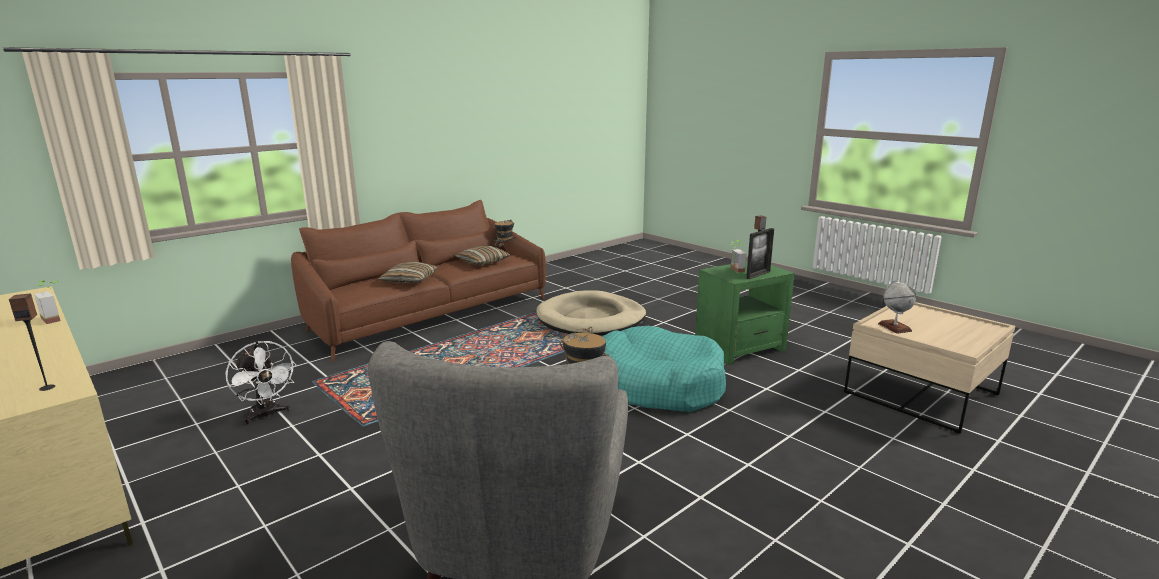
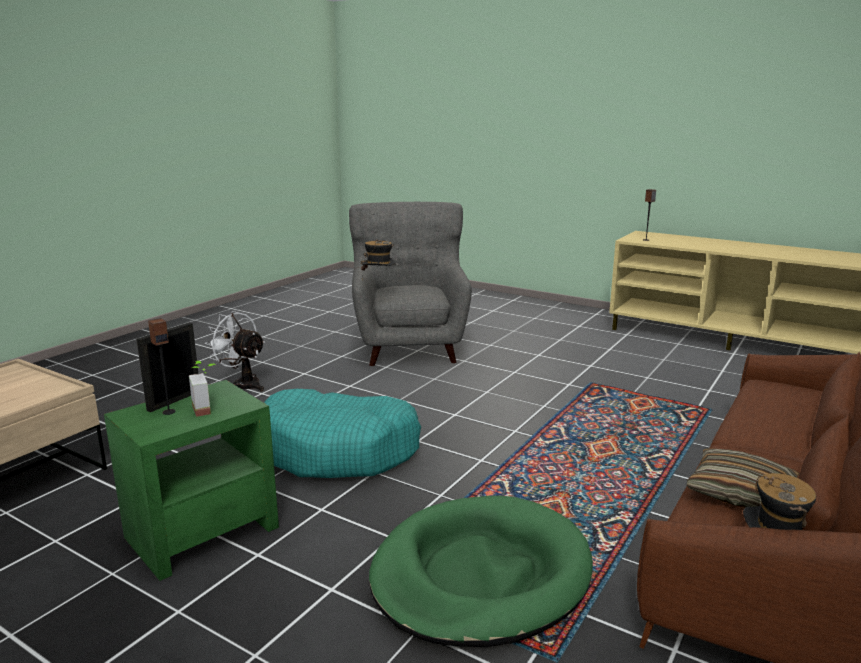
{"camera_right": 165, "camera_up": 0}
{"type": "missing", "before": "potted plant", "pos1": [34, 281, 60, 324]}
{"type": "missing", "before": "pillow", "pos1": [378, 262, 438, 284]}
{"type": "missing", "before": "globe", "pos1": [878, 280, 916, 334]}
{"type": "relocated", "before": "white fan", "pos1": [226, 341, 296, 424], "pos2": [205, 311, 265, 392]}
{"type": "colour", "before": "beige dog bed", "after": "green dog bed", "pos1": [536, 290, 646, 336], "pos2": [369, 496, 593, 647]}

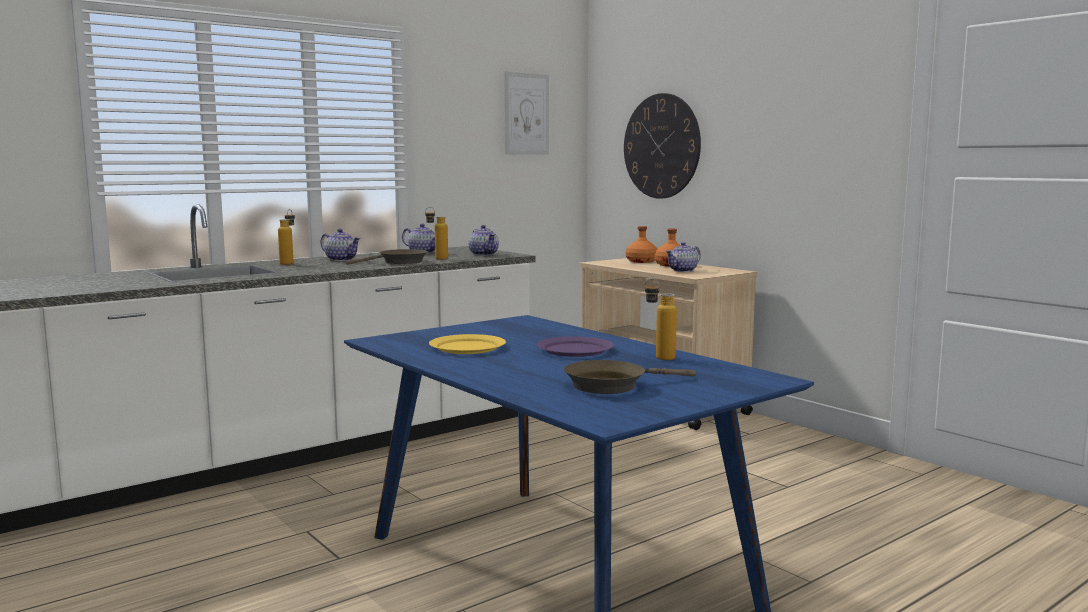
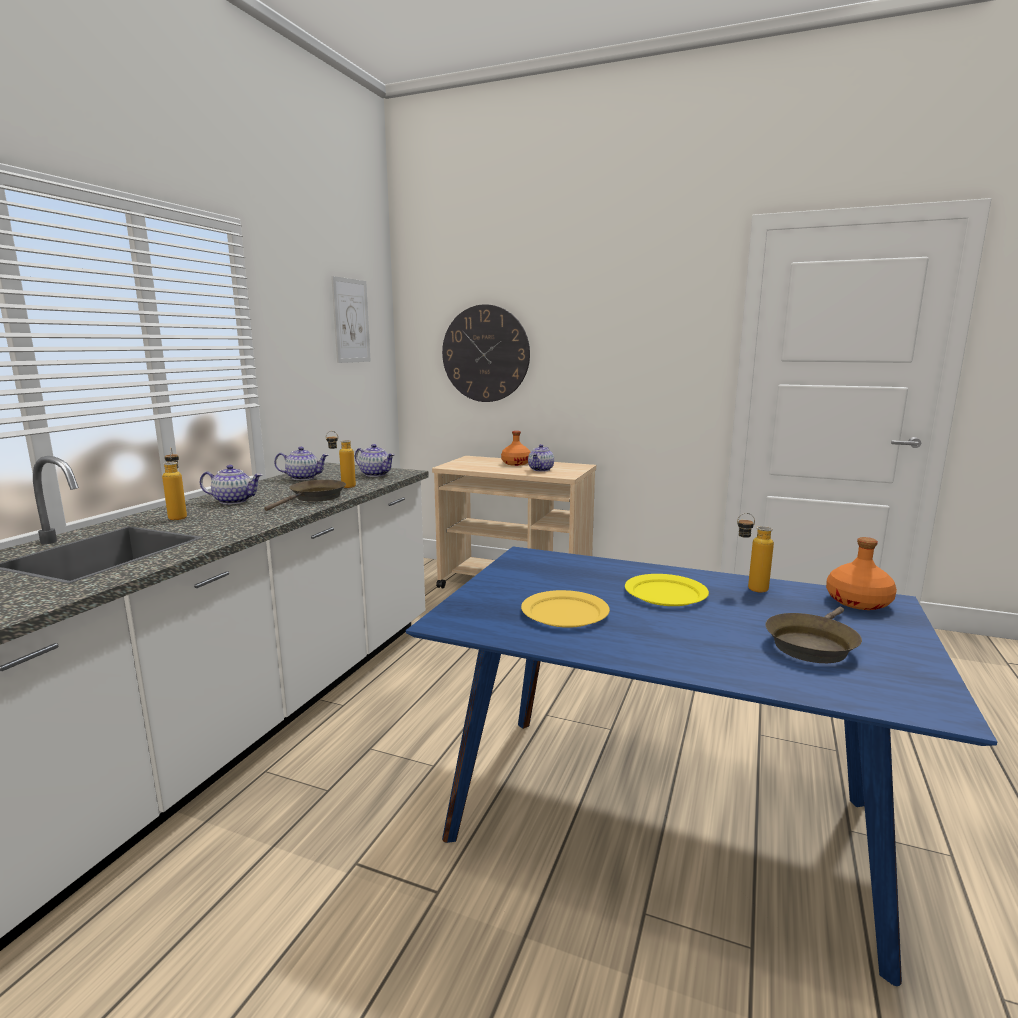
{"camera_right": -30, "camera_up": 5}
{"type": "relocated", "before": "orange bottle", "pos1": [626, 226, 657, 263], "pos2": [826, 537, 897, 610]}
{"type": "colour", "before": "purple plate", "after": "yellow plate", "pos1": [536, 336, 614, 357], "pos2": [625, 574, 709, 606]}

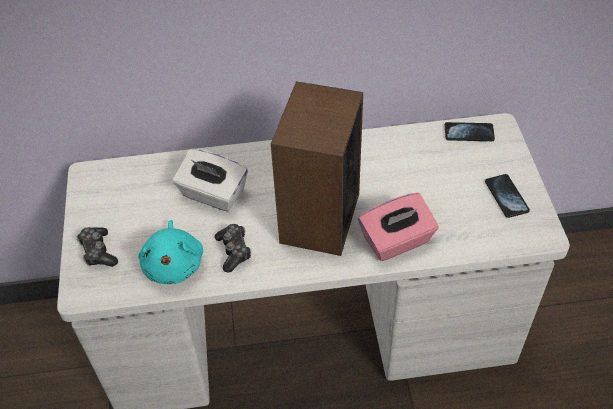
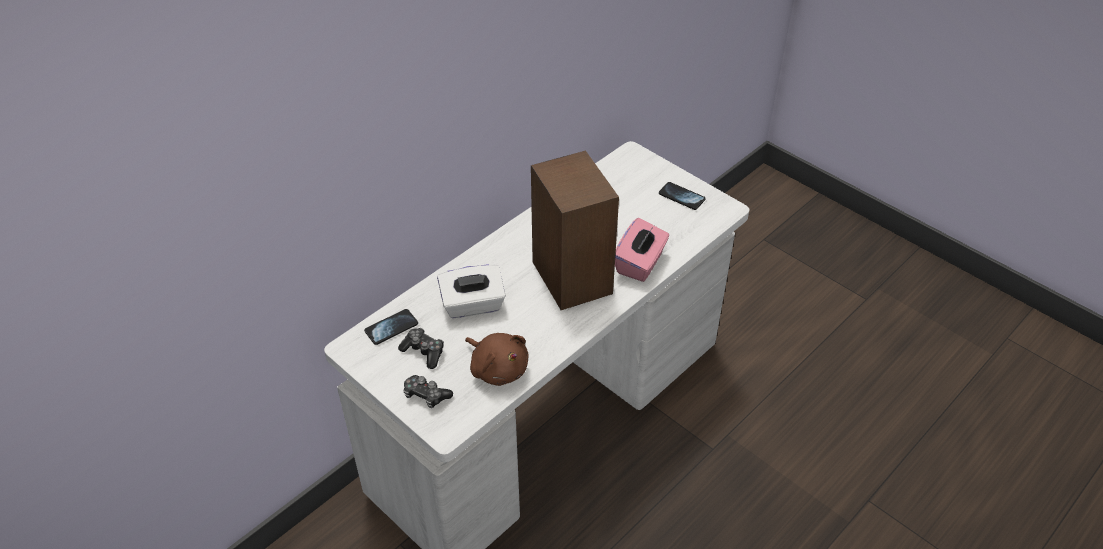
{"camera_right": -40, "camera_up": -5}
{"type": "relocated", "before": "game controller", "pos1": [215, 224, 251, 272], "pos2": [398, 328, 444, 369]}
{"type": "relocated", "before": "phone", "pos1": [445, 122, 495, 141], "pos2": [364, 309, 418, 345]}
{"type": "colour", "before": "turquoise plush toy", "after": "brown plush toy", "pos1": [138, 220, 203, 284], "pos2": [465, 333, 529, 386]}

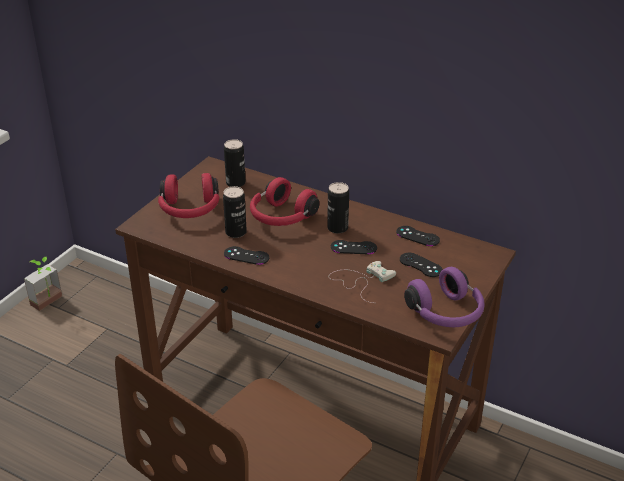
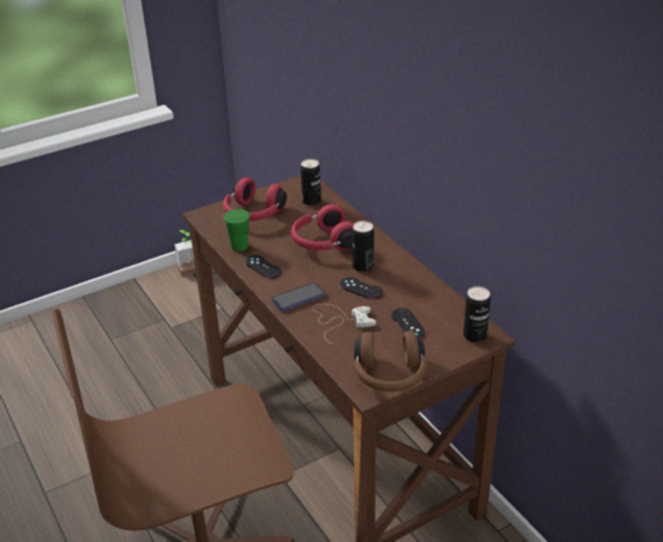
{"camera_right": 30, "camera_up": 0}
{"type": "missing", "before": "black game controller", "pos1": [396, 226, 440, 246]}
{"type": "appeared", "after": "green cup", "pos2": [223, 209, 250, 251]}
{"type": "appeared", "after": "phone", "pos2": [271, 283, 325, 311]}
{"type": "relocated", "before": "can", "pos1": [223, 186, 247, 238], "pos2": [463, 286, 491, 342]}
{"type": "colour", "before": "purple headphones", "after": "brown headphones", "pos1": [404, 267, 485, 327], "pos2": [354, 331, 427, 392]}

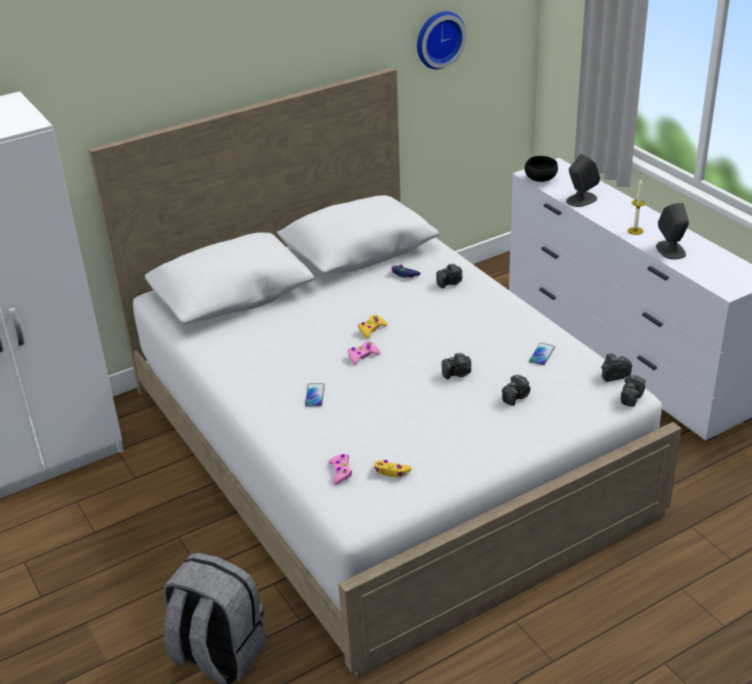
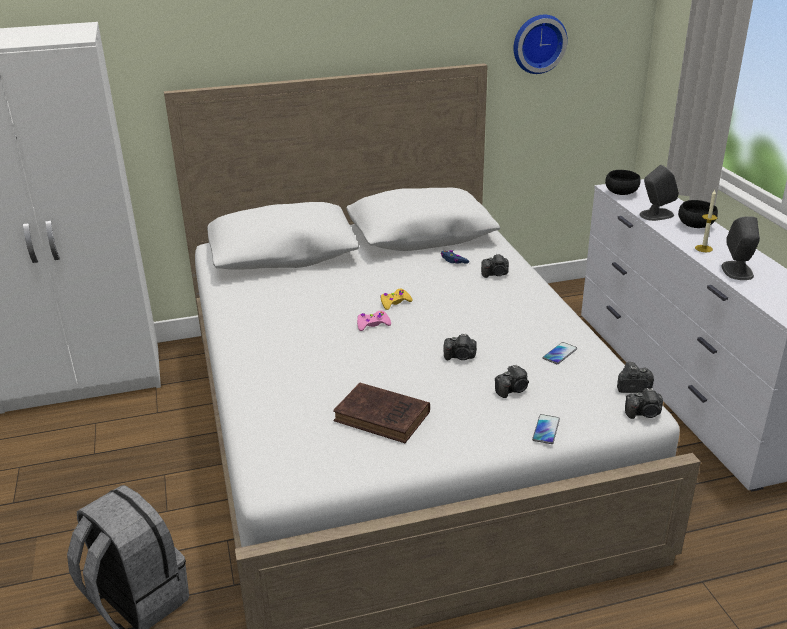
{"camera_right": 15, "camera_up": -5}
{"type": "missing", "before": "pink game controller", "pos1": [329, 454, 352, 485]}
{"type": "missing", "before": "yellow game controller", "pos1": [374, 460, 412, 477]}
{"type": "appeared", "after": "brown book", "pos2": [333, 383, 430, 443]}
{"type": "appeared", "after": "black bowl", "pos2": [678, 200, 718, 228]}
{"type": "relocated", "before": "phone", "pos1": [305, 383, 325, 407], "pos2": [532, 414, 560, 444]}
{"type": "spun", "before": "photo camera", "pos1": [621, 374, 646, 407], "pos2": [625, 388, 663, 419], "turn": 45}

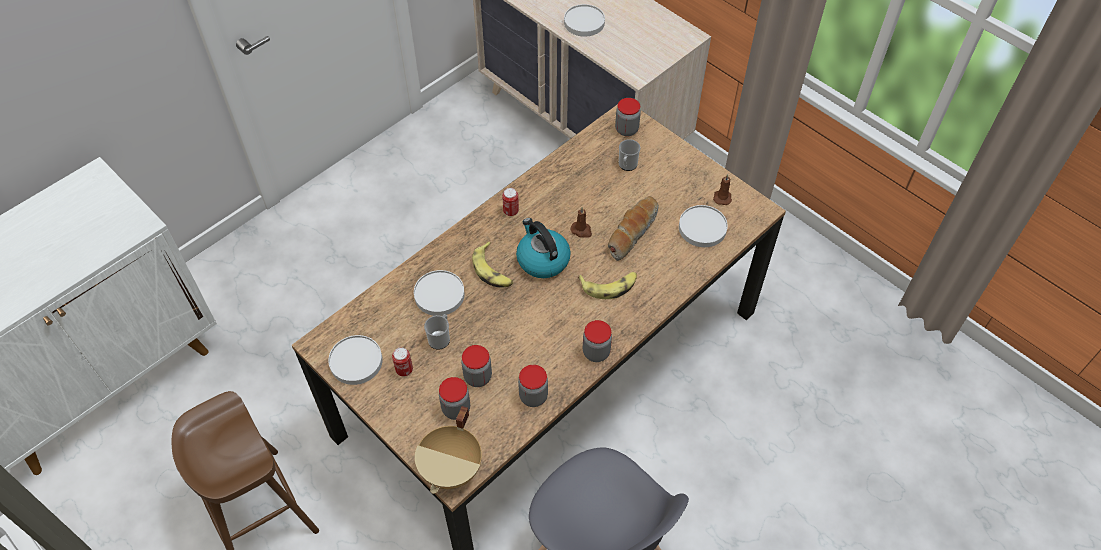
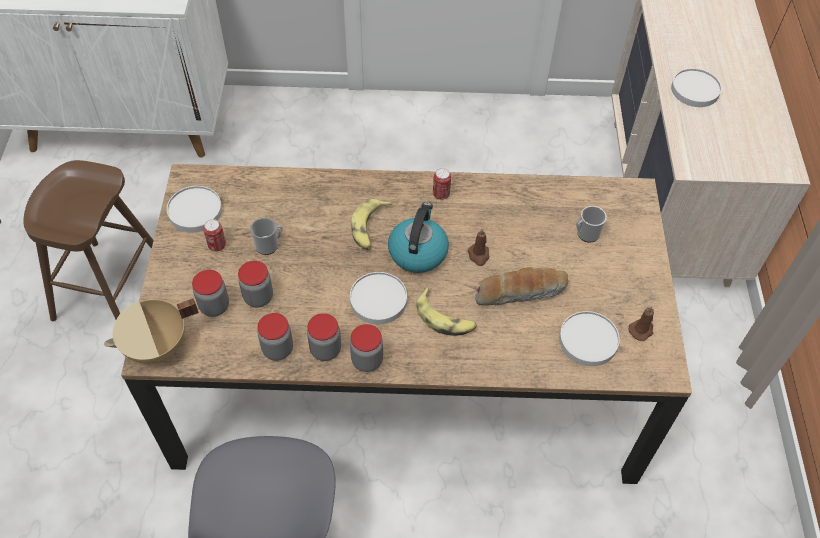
{"camera_right": 45, "camera_up": 0}
{"type": "relocated", "before": "white plate", "pos1": [414, 270, 465, 316], "pos2": [350, 272, 407, 324]}
{"type": "relocated", "before": "jar", "pos1": [615, 98, 641, 136], "pos2": [307, 313, 341, 361]}

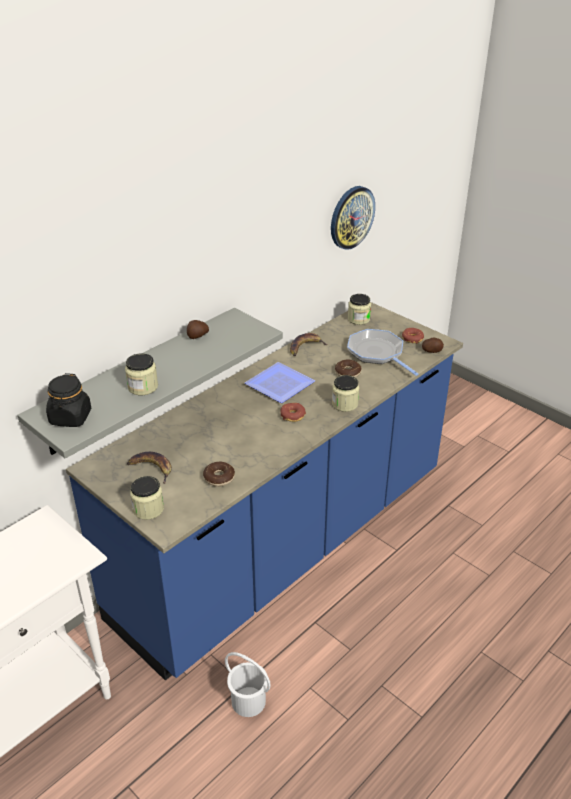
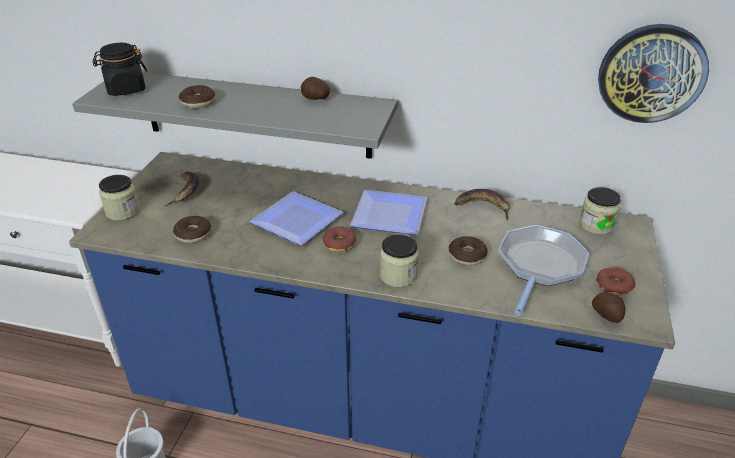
{"camera_right": 60, "camera_up": 0}
{"type": "appeared", "after": "plate", "pos2": [249, 191, 343, 246]}
{"type": "exchanged", "before": "jar", "after": "donut", "pos1": [125, 353, 158, 395], "pos2": [179, 85, 216, 109]}

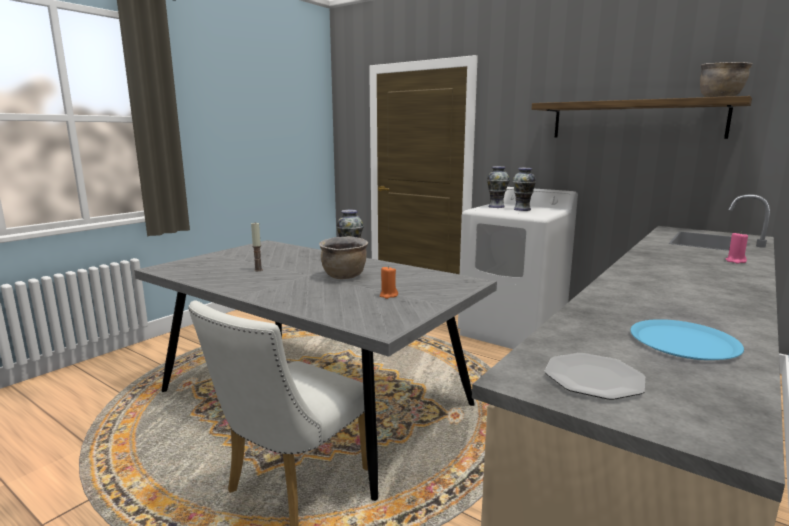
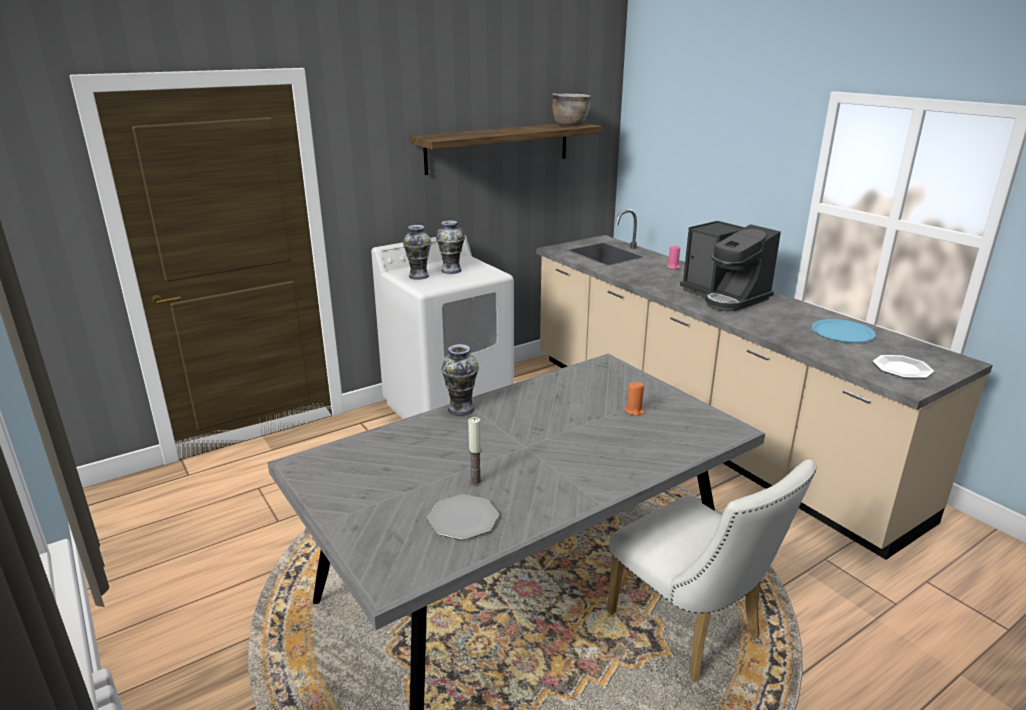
{"camera_right": -70, "camera_up": 10}
{"type": "missing", "before": "brown cooking pot", "pos1": [319, 236, 368, 279]}
{"type": "appeared", "after": "plate", "pos2": [427, 494, 499, 540]}
{"type": "appeared", "after": "coffee machine", "pos2": [680, 221, 781, 311]}

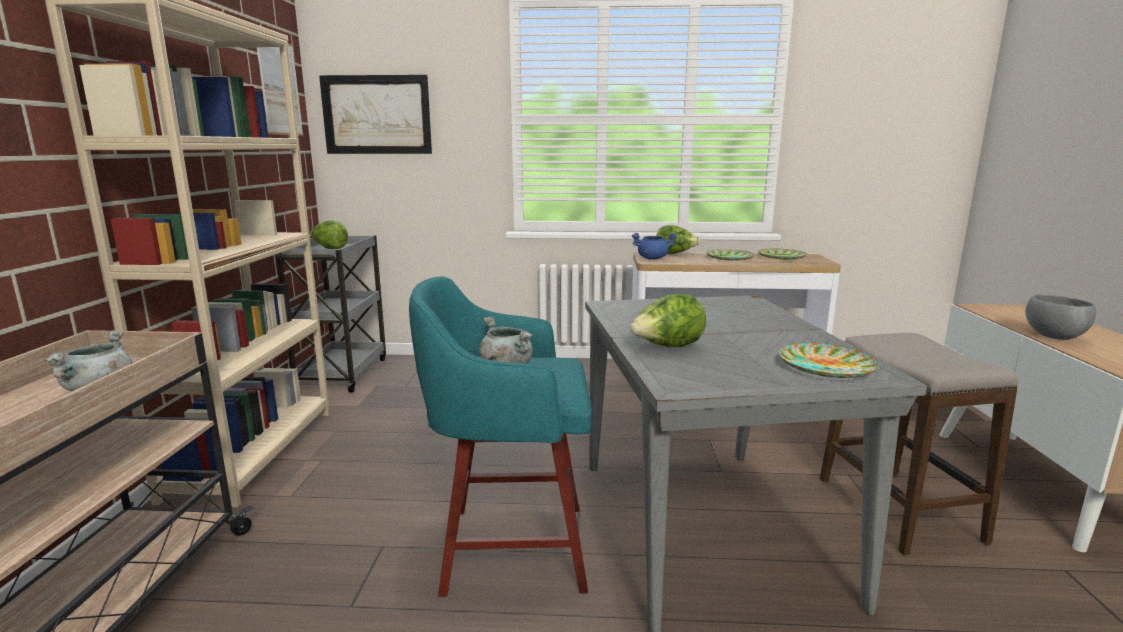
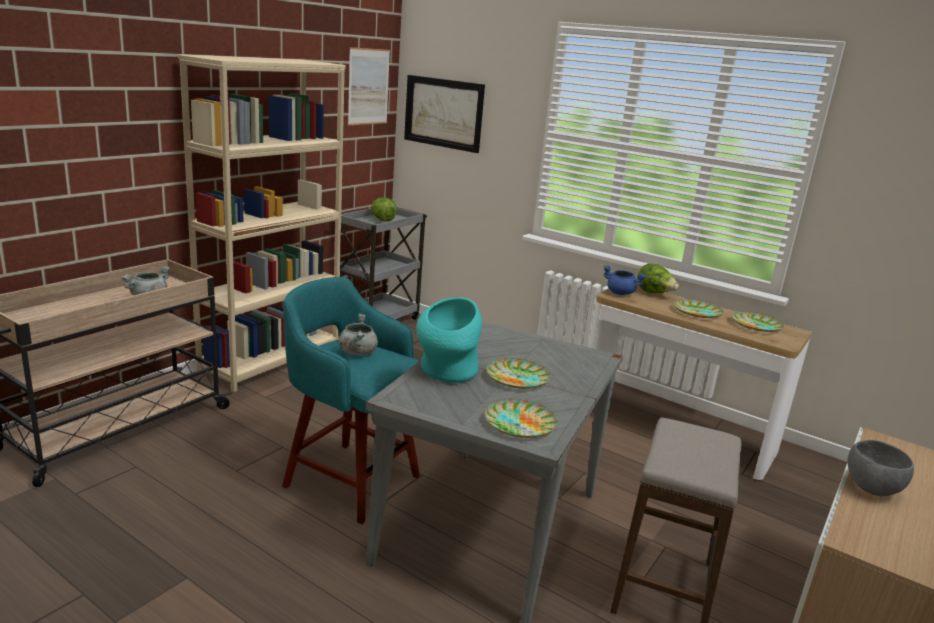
{"camera_right": 30, "camera_up": 5}
{"type": "appeared", "after": "plate", "pos2": [486, 358, 550, 389]}
{"type": "exchanged", "before": "lettuce", "after": "turquoise vase", "pos1": [630, 294, 706, 347], "pos2": [416, 297, 482, 383]}

